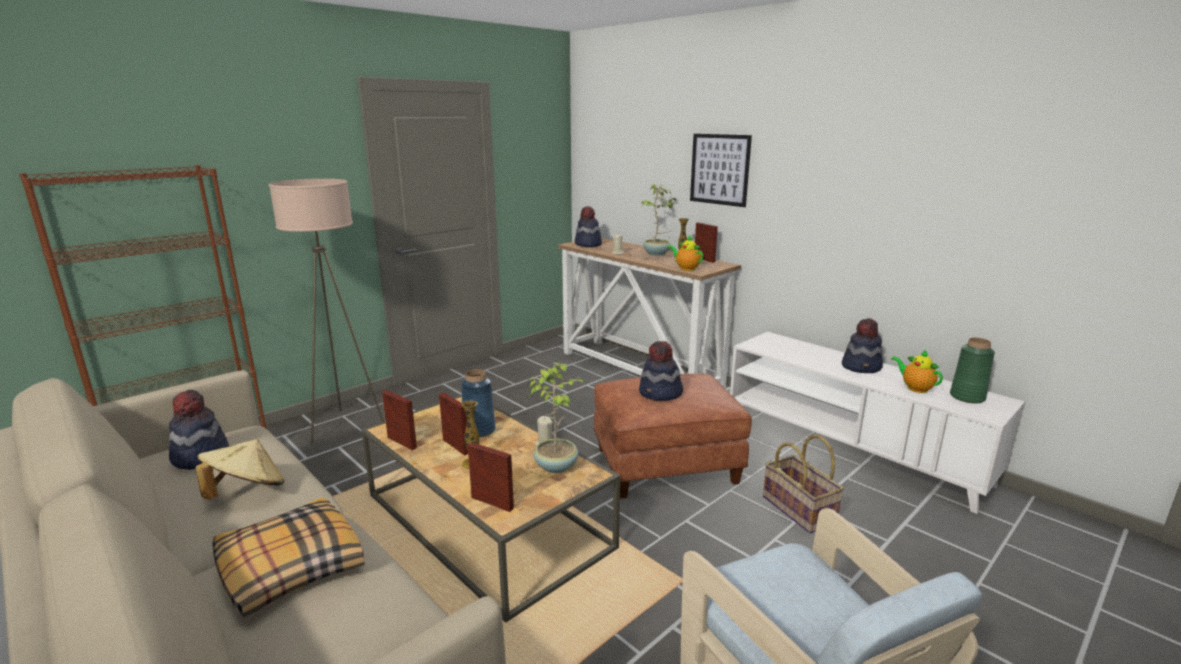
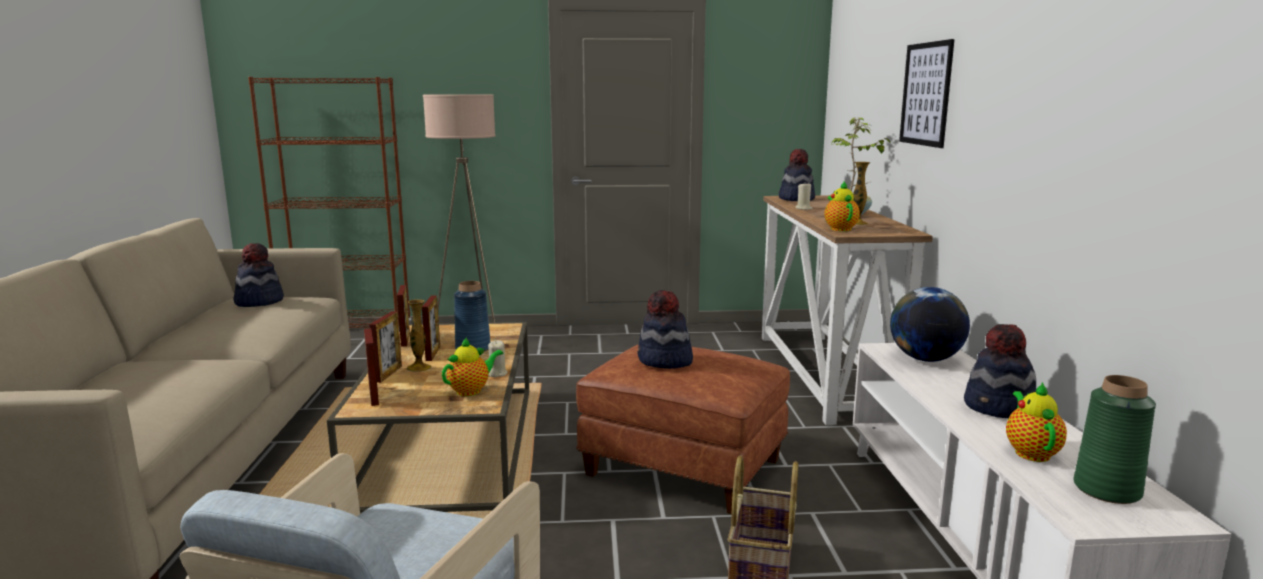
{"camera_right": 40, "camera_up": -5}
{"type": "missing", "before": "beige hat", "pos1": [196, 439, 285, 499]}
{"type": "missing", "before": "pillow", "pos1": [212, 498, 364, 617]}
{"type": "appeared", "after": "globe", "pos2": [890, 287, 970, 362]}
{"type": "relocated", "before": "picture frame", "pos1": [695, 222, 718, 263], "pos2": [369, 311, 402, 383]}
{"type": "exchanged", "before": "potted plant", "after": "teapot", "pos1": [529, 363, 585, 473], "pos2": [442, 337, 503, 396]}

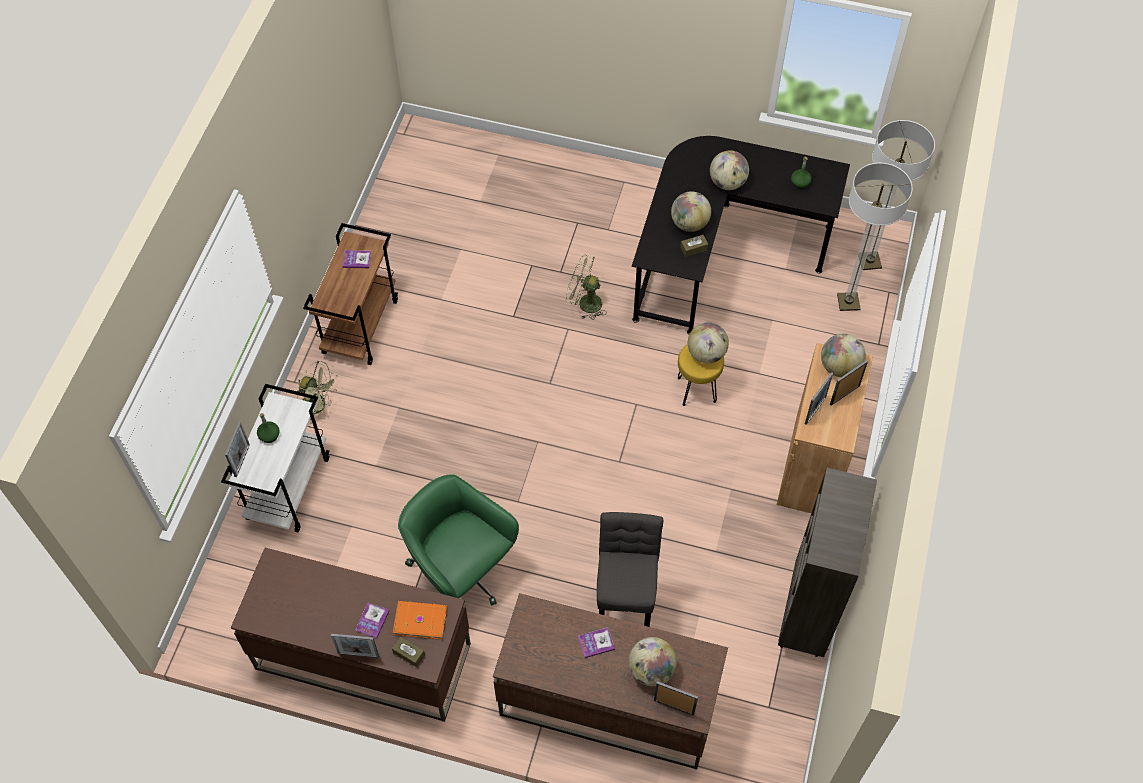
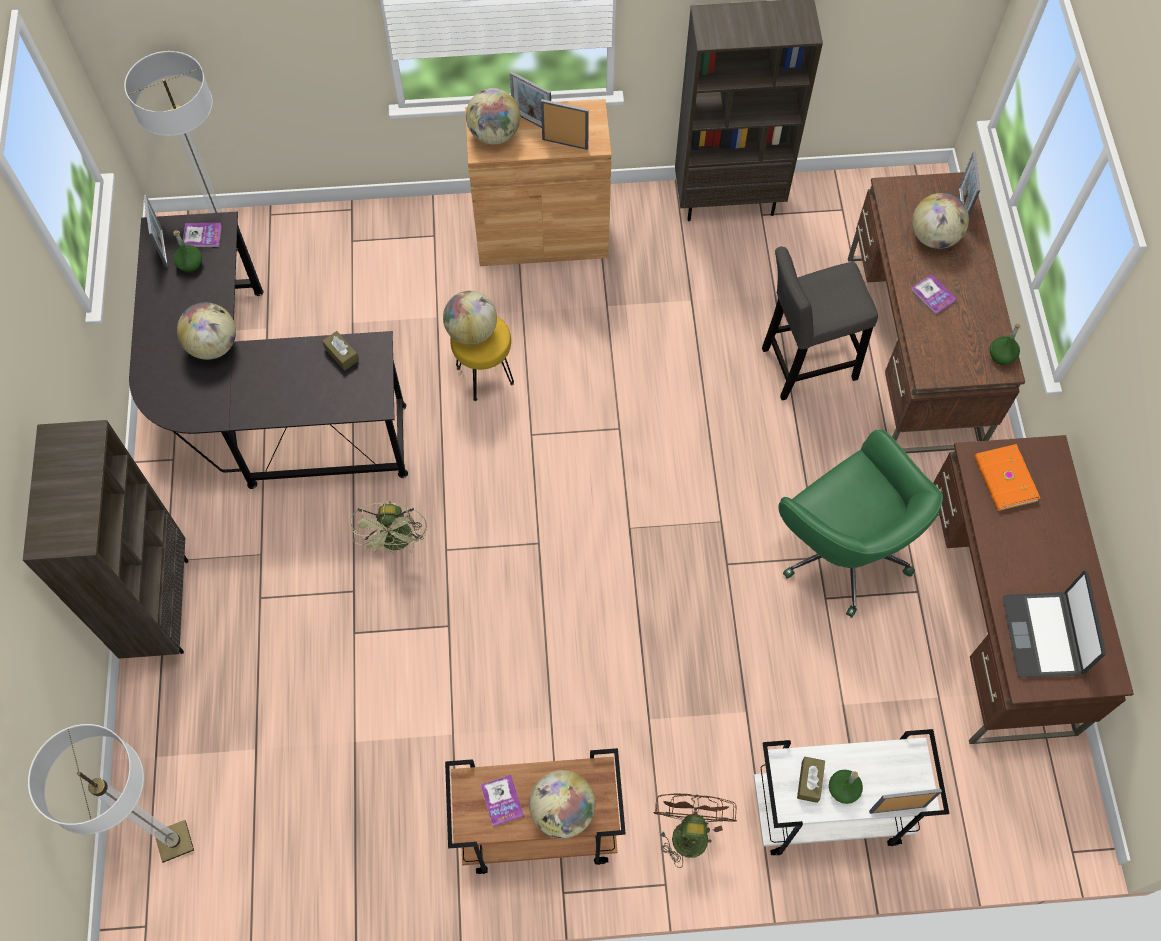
{"camera_right": -110, "camera_up": 5}
{"type": "appeared", "after": "brown bookcase", "pos2": [23, 420, 189, 659]}
{"type": "appeared", "after": "green bottle", "pos2": [990, 324, 1021, 365]}
{"type": "appeared", "after": "laptop", "pos2": [1003, 571, 1106, 678]}
{"type": "relocated", "before": "picture frame", "pos1": [331, 634, 379, 658], "pos2": [144, 195, 168, 268]}
{"type": "relocated", "before": "book", "pos1": [355, 603, 389, 638], "pos2": [183, 223, 222, 247]}
{"type": "relocated", "before": "brown tissue box", "pos1": [392, 636, 425, 667], "pos2": [797, 757, 825, 803]}
{"type": "relocated", "before": "globe", "pos1": [671, 191, 711, 232], "pos2": [529, 770, 596, 838]}
{"type": "relocated", "before": "floor lamp", "pos1": [837, 163, 913, 311], "pos2": [28, 724, 194, 863]}
{"type": "colour", "before": "green fan", "after": "brown fan", "pos1": [297, 361, 338, 424], "pos2": [654, 793, 737, 868]}
{"type": "spun", "before": "green office chair", "pos1": [398, 474, 519, 605], "pos2": [779, 430, 943, 618], "turn": -60}

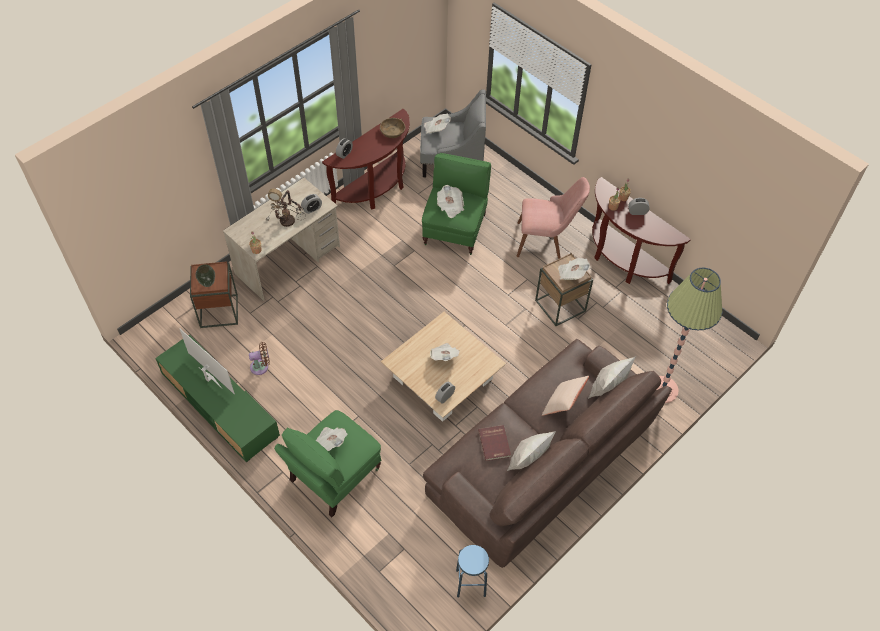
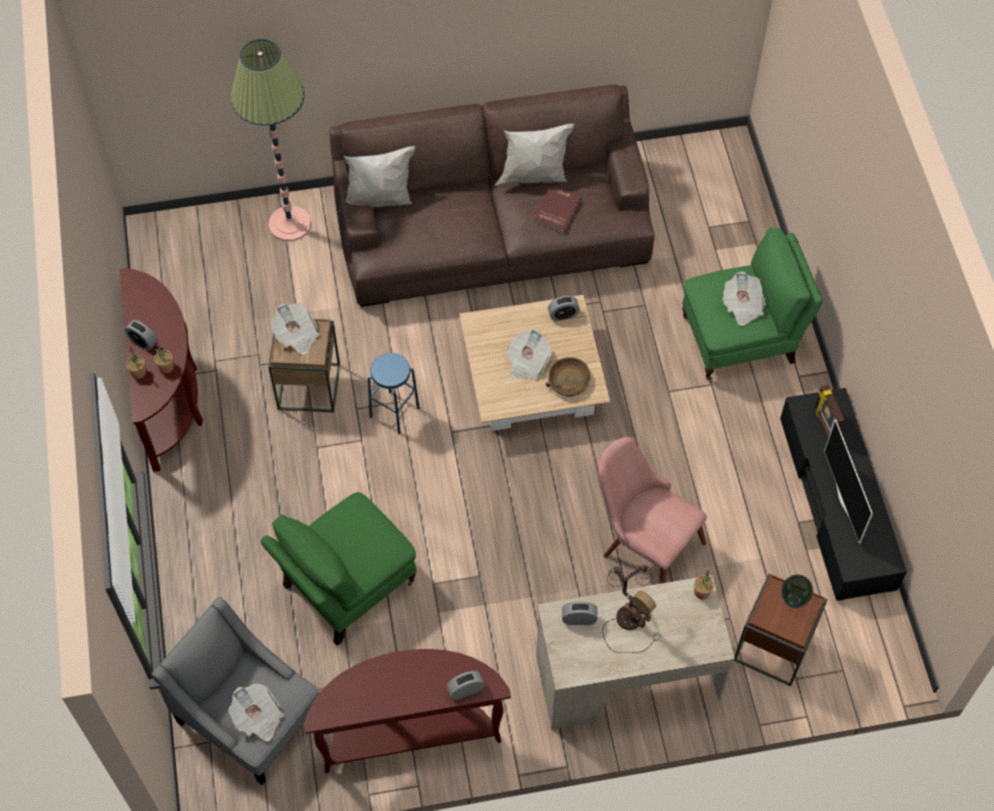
{"camera_right": -145, "camera_up": 5}
{"type": "missing", "before": "brown fan", "pos1": [249, 342, 270, 375]}
{"type": "missing", "before": "newspaper", "pos1": [437, 185, 464, 218]}
{"type": "missing", "before": "beige pillow", "pos1": [542, 376, 589, 416]}
{"type": "appeared", "after": "picture frame", "pos2": [814, 385, 845, 438]}
{"type": "relocated", "before": "brown bowl", "pos1": [380, 118, 405, 138], "pos2": [546, 357, 591, 397]}
{"type": "relocated", "before": "blue stool", "pos1": [456, 545, 489, 598], "pos2": [368, 353, 420, 434]}
{"type": "relocated", "before": "pink chair", "pos1": [517, 177, 590, 259], "pos2": [598, 437, 707, 584]}
{"type": "colour", "before": "green tv stand", "after": "black tv stand", "pos1": [155, 335, 280, 462], "pos2": [780, 388, 907, 601]}

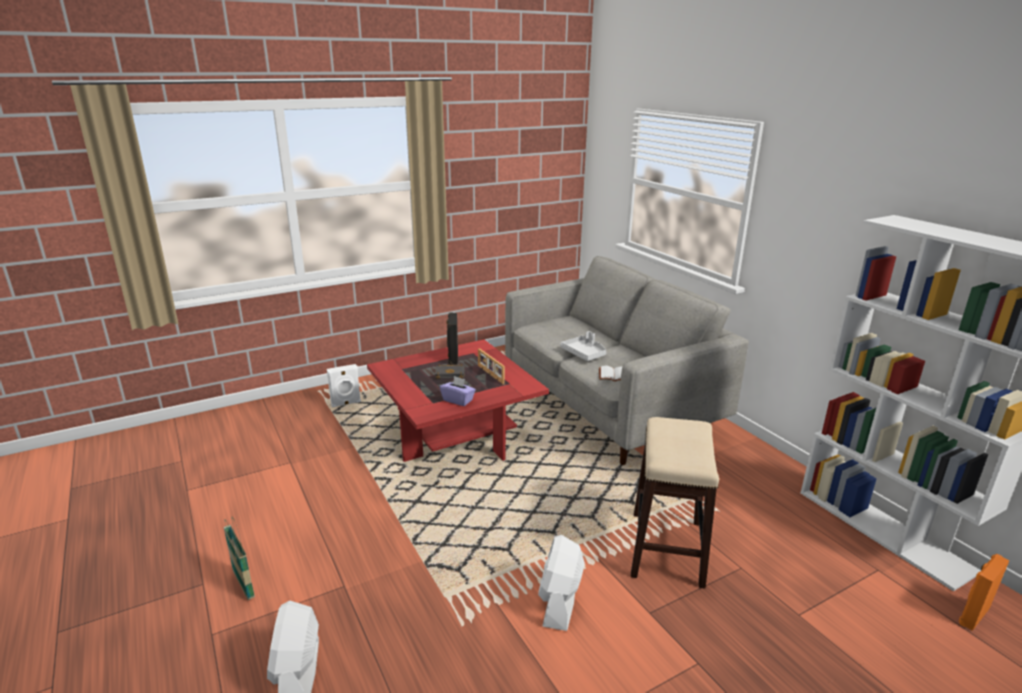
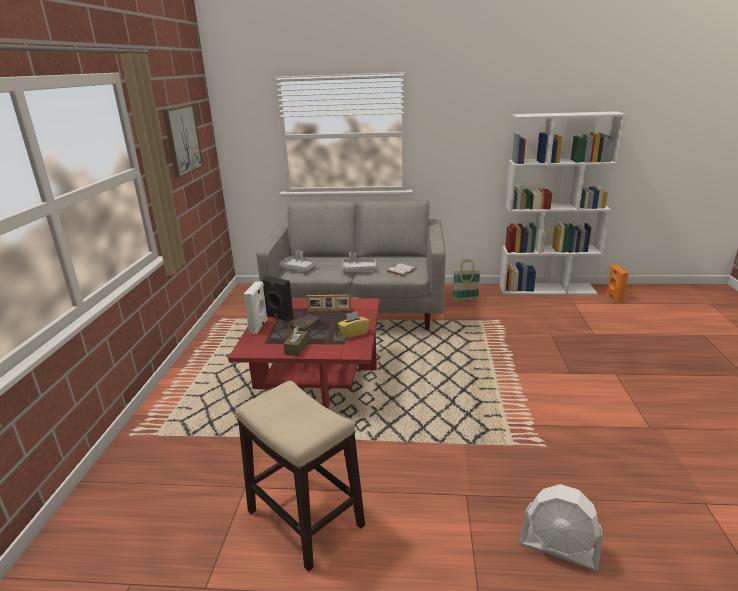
{"camera_right": -55, "camera_up": 0}
{"type": "missing", "before": "white fan", "pos1": [538, 535, 585, 631]}
{"type": "appeared", "after": "picture", "pos2": [163, 104, 204, 178]}
{"type": "appeared", "after": "grey tray", "pos2": [279, 250, 317, 272]}
{"type": "appeared", "after": "brown tissue box", "pos2": [283, 326, 309, 356]}
{"type": "relocated", "before": "basket", "pos1": [224, 517, 255, 600], "pos2": [452, 259, 481, 300]}
{"type": "relocated", "before": "white speaker", "pos1": [327, 364, 361, 407], "pos2": [244, 281, 268, 334]}
{"type": "relocated", "before": "stool", "pos1": [631, 417, 719, 589], "pos2": [236, 381, 365, 572]}
{"type": "colour", "before": "purple tissue box", "after": "yellow tissue box", "pos1": [440, 376, 476, 406], "pos2": [337, 311, 370, 338]}

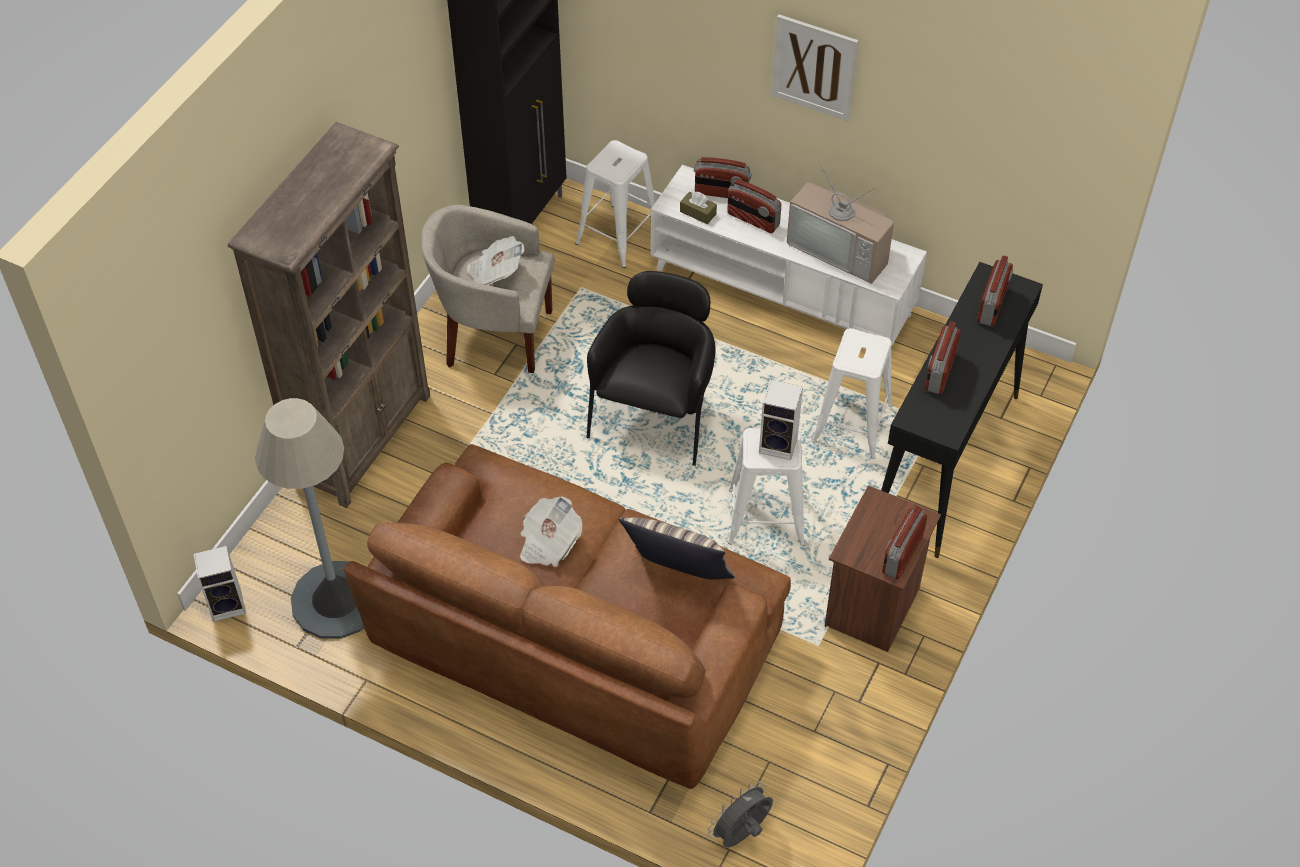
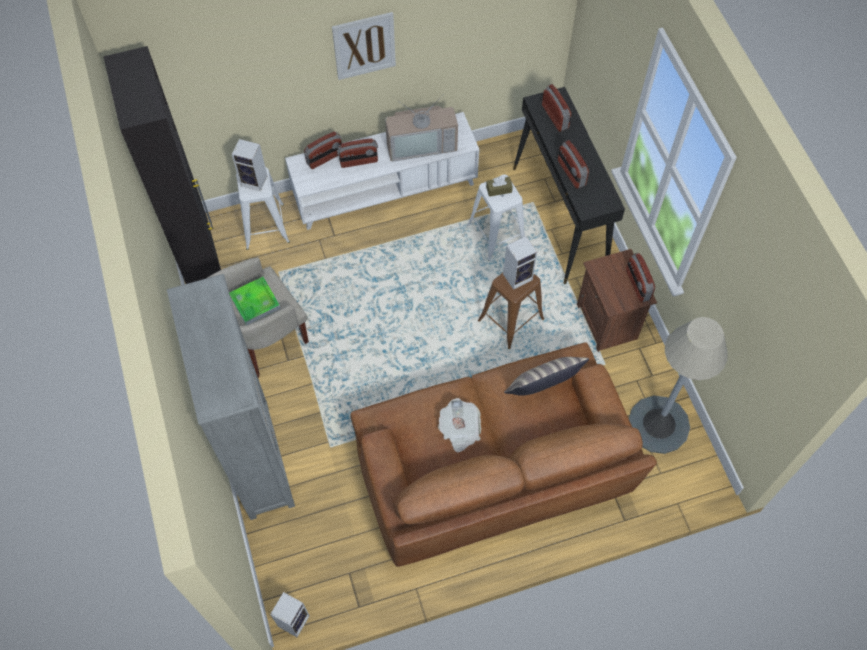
{"camera_right": -45, "camera_up": 10}
{"type": "missing", "before": "black armchair", "pos1": [586, 271, 716, 466]}
{"type": "missing", "before": "grey fan", "pos1": [708, 781, 773, 848]}
{"type": "appeared", "after": "speaker", "pos2": [232, 139, 267, 191]}
{"type": "relocated", "before": "grey floor lamp", "pos1": [255, 398, 364, 639], "pos2": [629, 317, 728, 454]}
{"type": "relocated", "before": "brown tissue box", "pos1": [680, 192, 717, 224], "pos2": [486, 176, 513, 197]}
{"type": "exchanged", "before": "newspaper", "after": "tray", "pos1": [466, 236, 525, 285], "pos2": [229, 277, 281, 325]}
{"type": "colour", "before": "brown bookcase", "after": "grey bookcase", "pos1": [228, 122, 430, 508], "pos2": [167, 274, 295, 520]}
{"type": "colour", "before": "white stool", "after": "brown stool", "pos1": [728, 428, 805, 546], "pos2": [478, 273, 544, 349]}

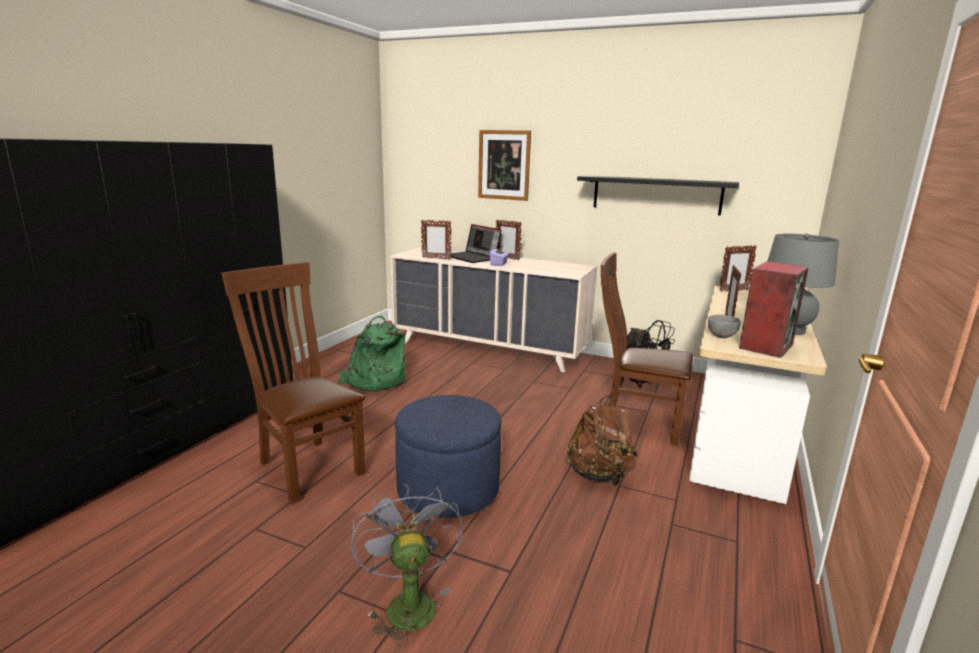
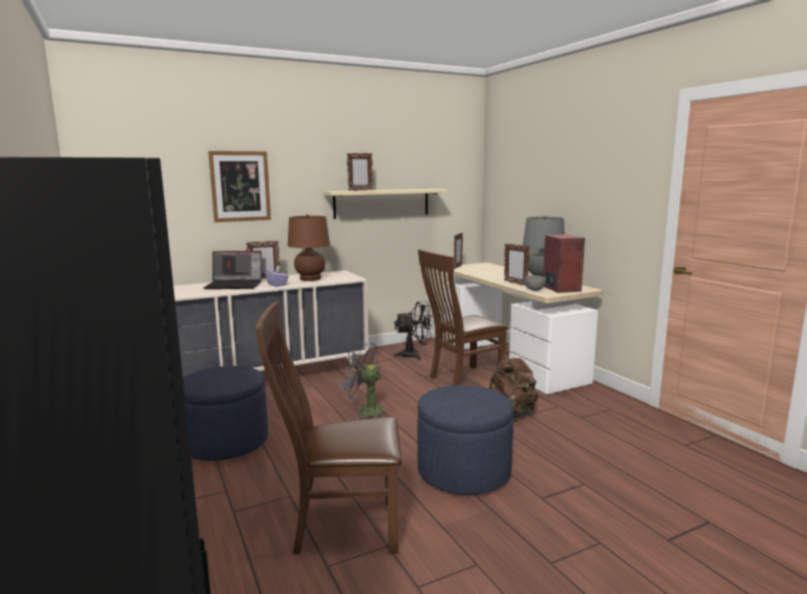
{"camera_right": -50, "camera_up": -5}
{"type": "appeared", "after": "brown table lamp", "pos2": [288, 214, 330, 281]}
{"type": "relocated", "before": "grey fan", "pos1": [351, 484, 463, 646], "pos2": [339, 342, 388, 420]}
{"type": "relocated", "before": "picture frame", "pos1": [421, 220, 452, 260], "pos2": [347, 153, 373, 191]}
{"type": "exchanged", "before": "green backpack", "after": "blue ottoman", "pos1": [338, 315, 406, 392], "pos2": [183, 366, 268, 461]}
{"type": "colour", "before": "black shelf", "after": "beige shelf", "pos1": [577, 175, 739, 216], "pos2": [323, 189, 448, 219]}

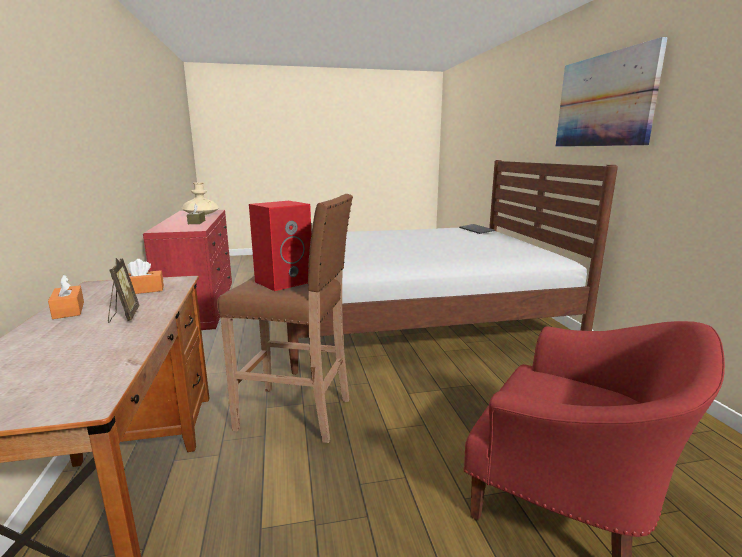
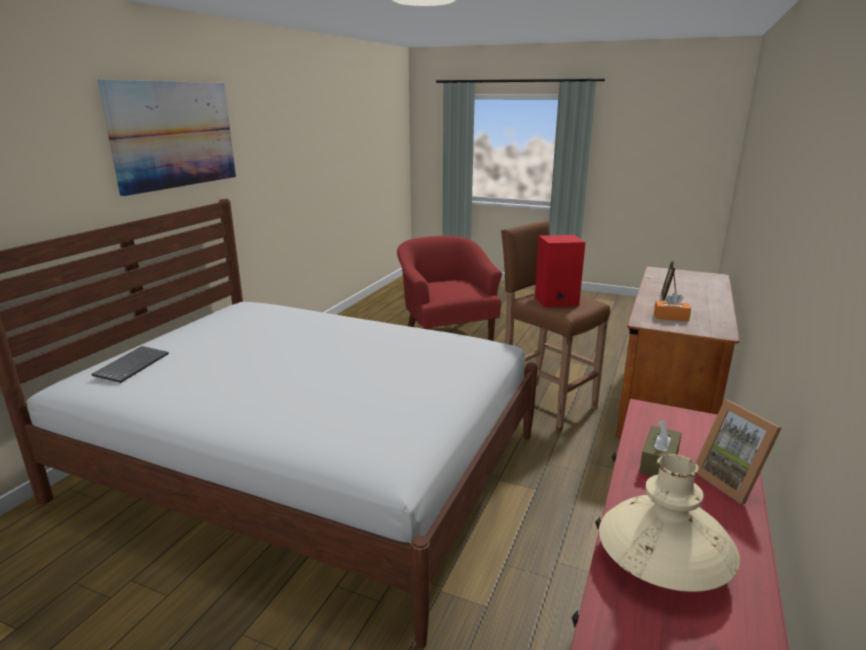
{"camera_right": -145, "camera_up": 5}
{"type": "missing", "before": "orange tissue box", "pos1": [48, 275, 84, 319]}
{"type": "appeared", "after": "picture frame", "pos2": [696, 399, 782, 504]}

